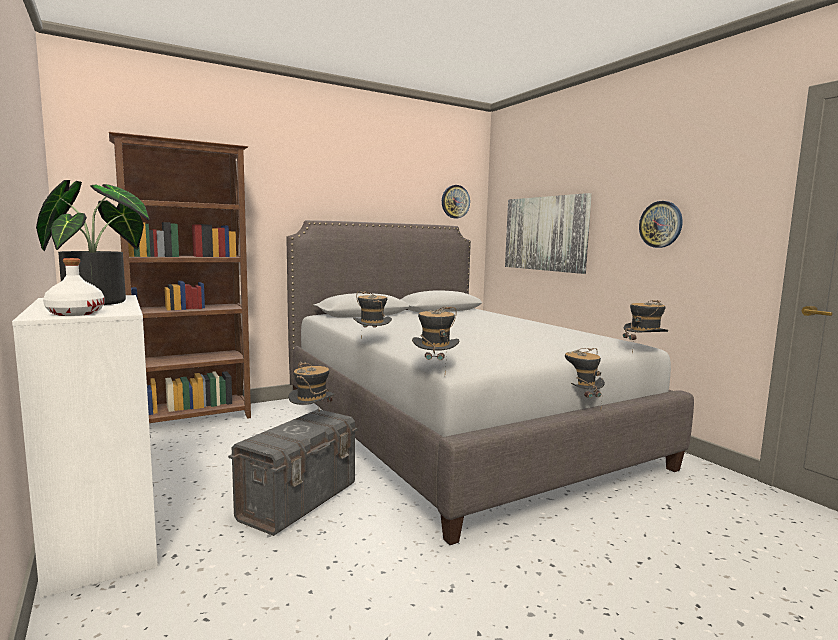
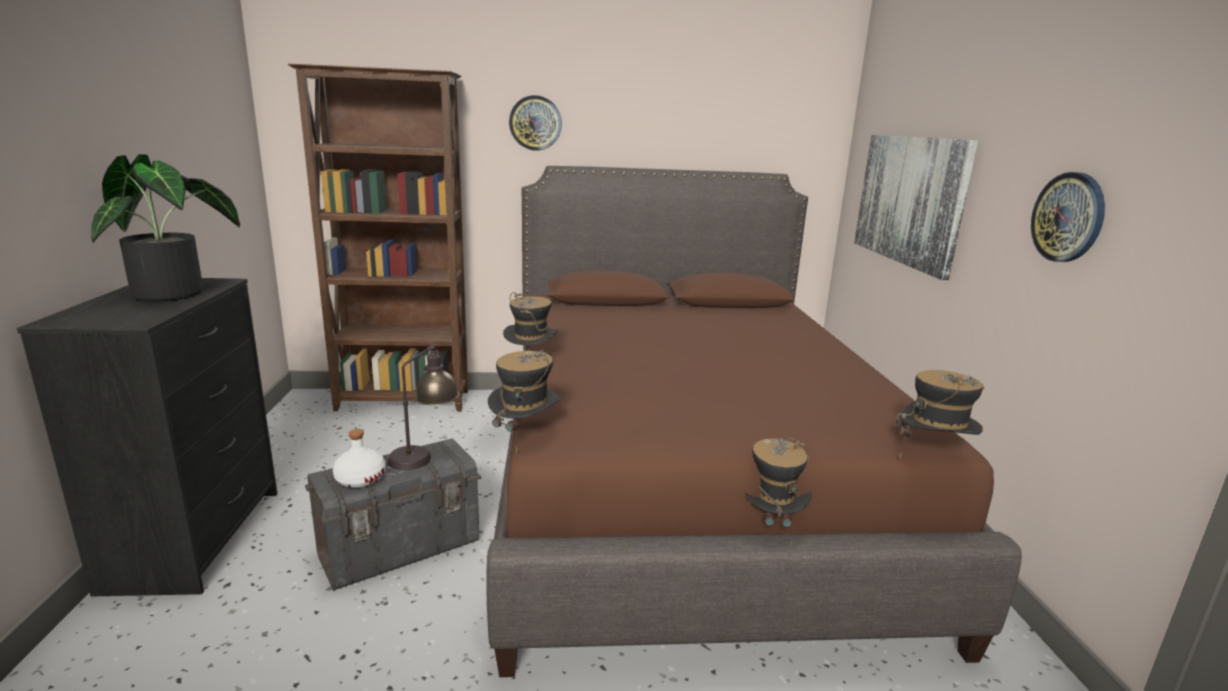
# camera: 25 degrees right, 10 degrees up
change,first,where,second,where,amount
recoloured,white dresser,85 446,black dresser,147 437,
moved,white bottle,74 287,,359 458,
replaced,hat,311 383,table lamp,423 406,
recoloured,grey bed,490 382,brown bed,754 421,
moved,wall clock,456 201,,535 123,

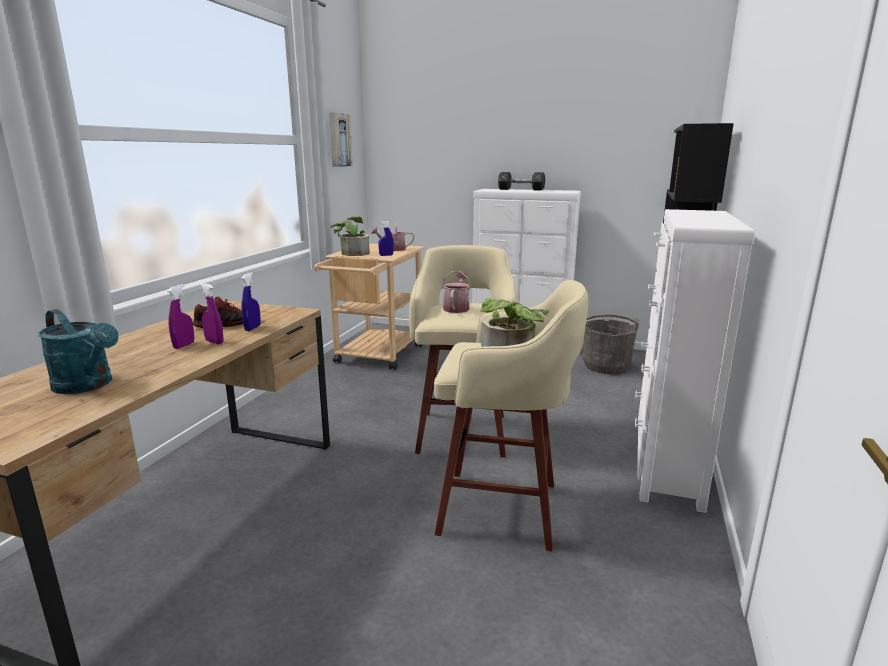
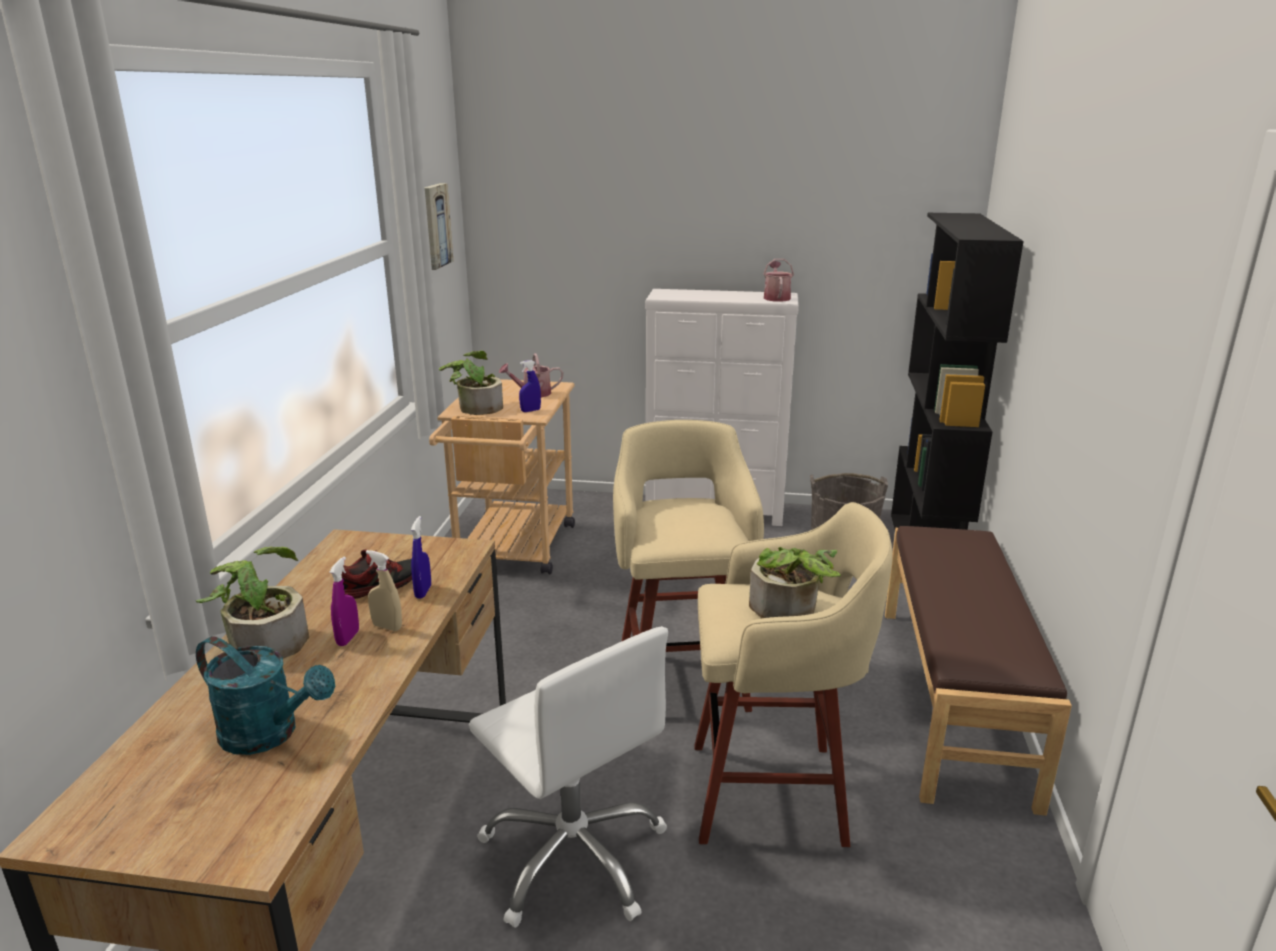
# camera: 10 degrees left, 5 degrees up
change,first,where,second,where,amount
added,,,potted plant,252 602,
recoloured,purple spray bottle,212 313,beige spray bottle,384 590,
added,,,white office chair,568 777,
moved,watering can,456 292,,779 280,
replaced,white dresser,695 361,brown bench,978 671,
removed,black dumbbell,521 181,,,

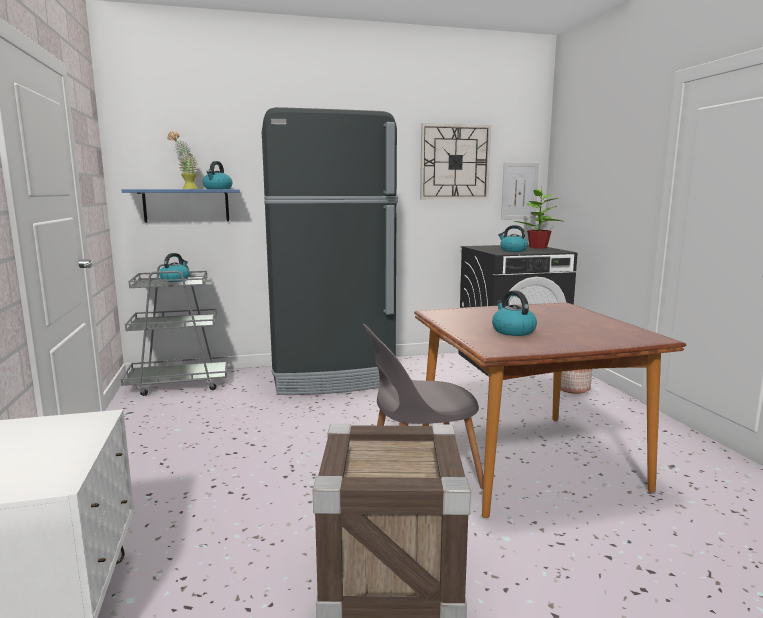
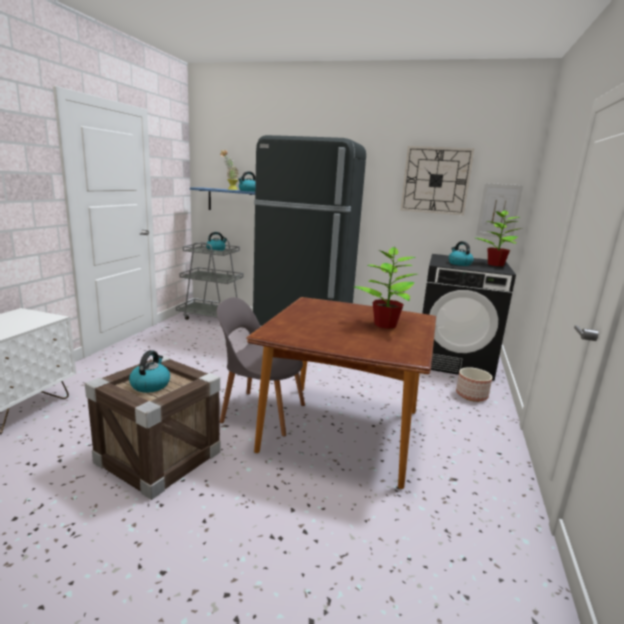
# camera: 30 degrees right, 5 degrees up
change,first,where,second,where,amount
moved,kettle,514 313,,149 371,
added,,,potted plant,385 288,

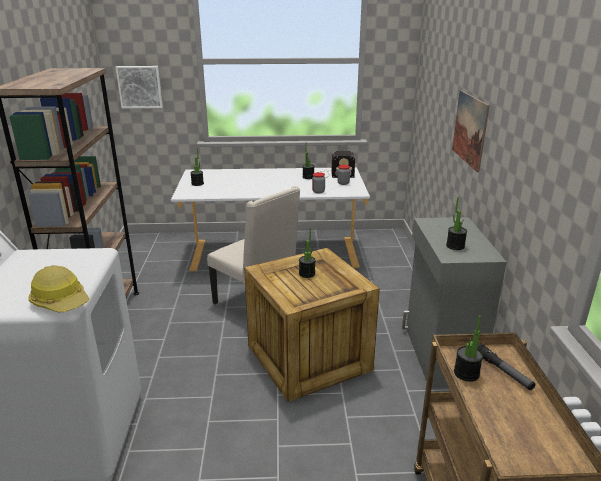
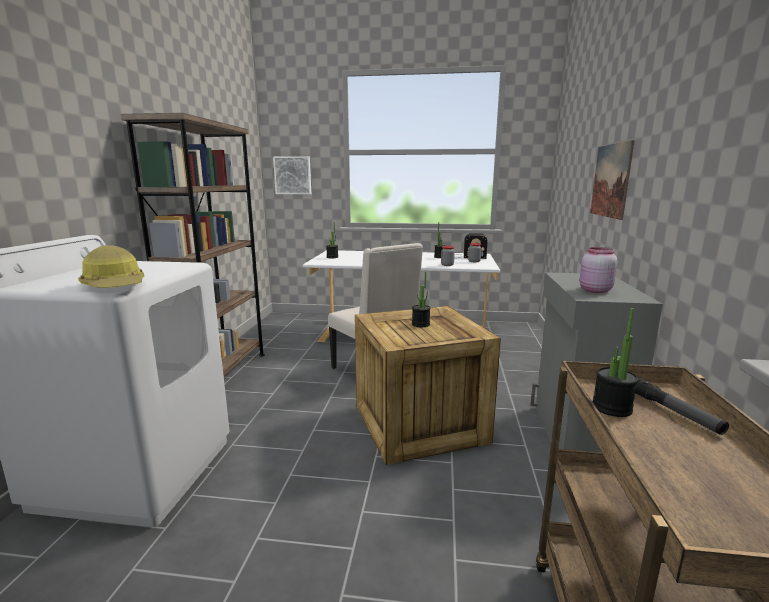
# camera: 10 degrees right, 10 degrees down
change,first,where,second,where,amount
replaced,potted plant,456 223,pink jar,598 270,

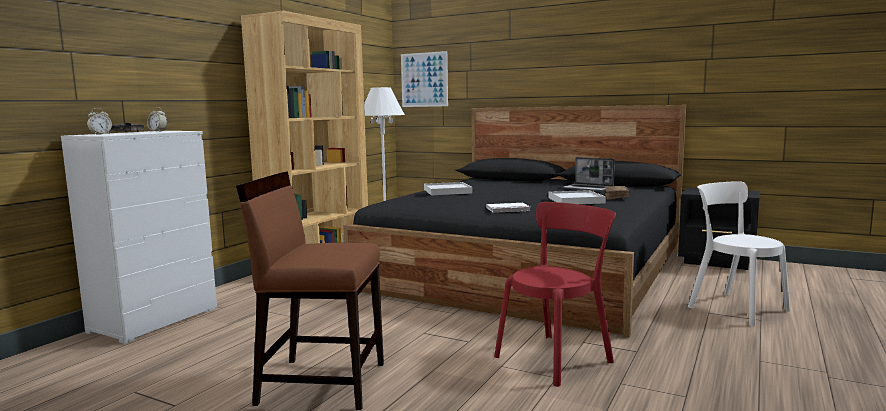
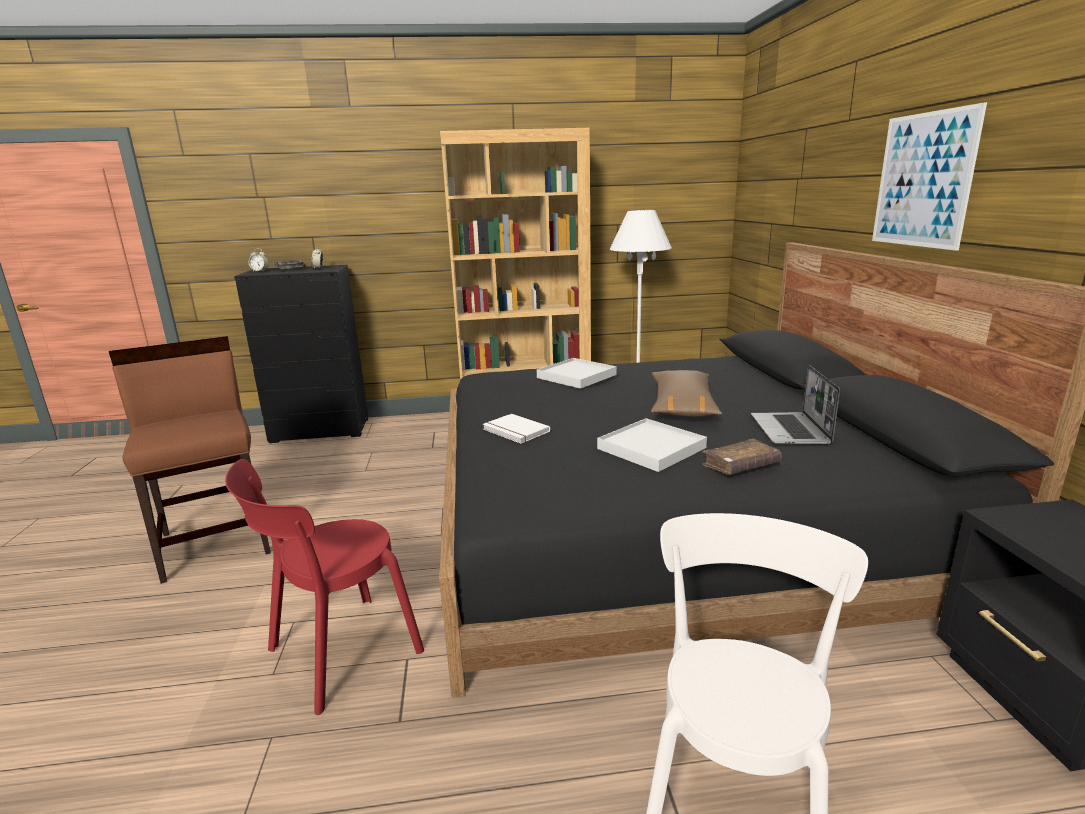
# camera: 55 degrees right, 10 degrees up
change,first,where,second,where,amount
turned,red chair,555 294,,324 587,120 degrees clockwise
recoloured,white dresser,139 237,black dresser,301 354,
added,,,brown pillow,686 393,
moved,picture,424 79,,929 176,

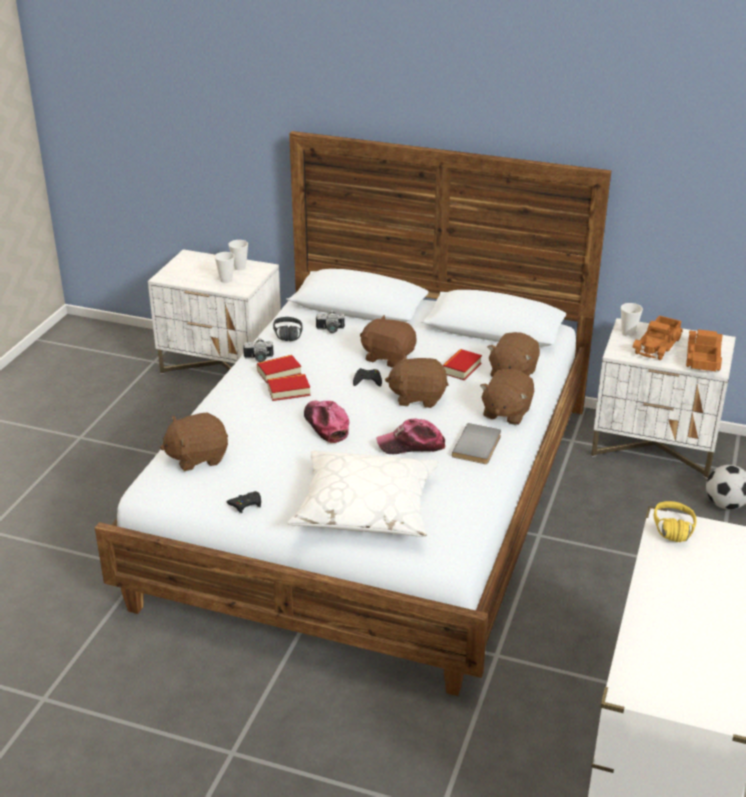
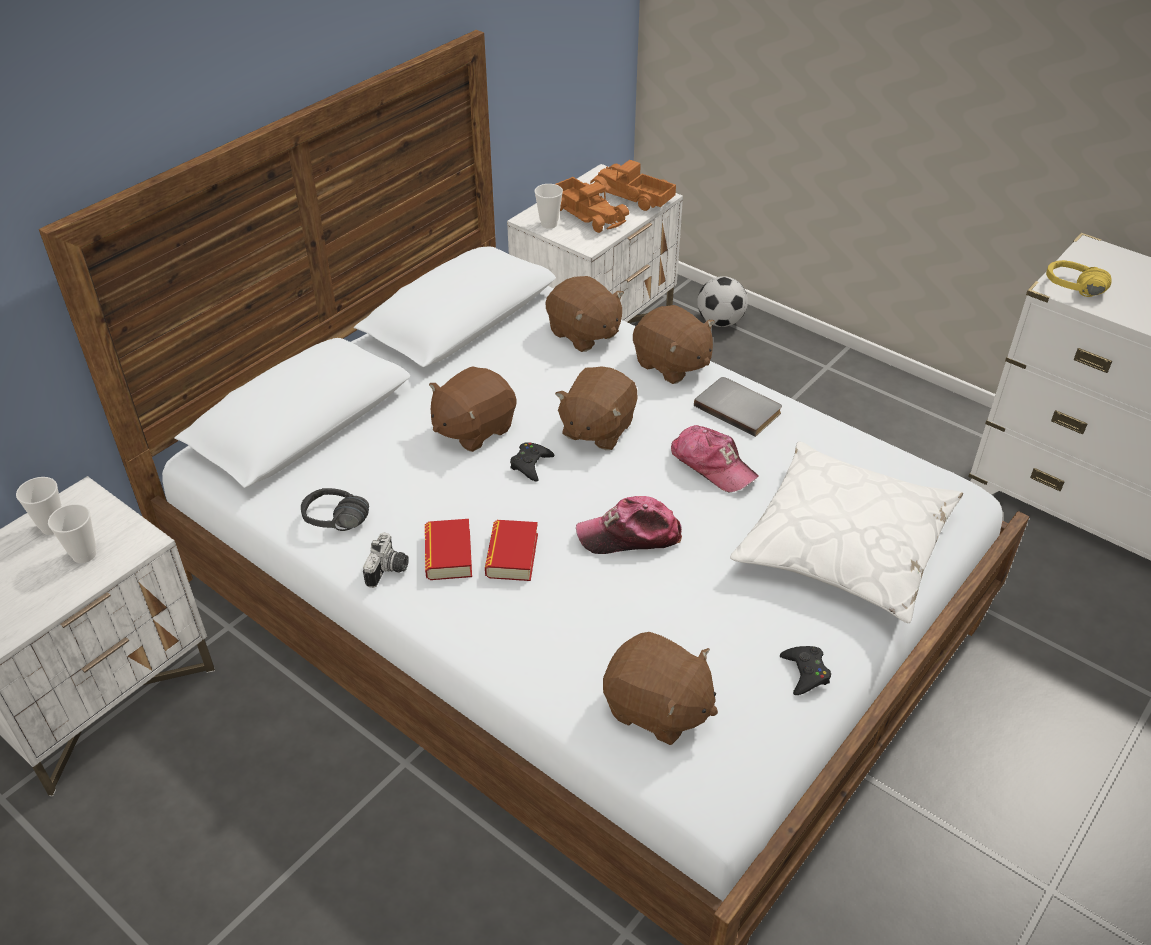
# camera: 70 degrees left, 10 degrees up
change,first,where,second,where,amount
turned,brown plush toy,194 442,,660 688,60 degrees counterclockwise
turned,cap,410 436,,714 458,60 degrees counterclockwise
removed,photo camera,330 321,,,
removed,book,462 365,,,

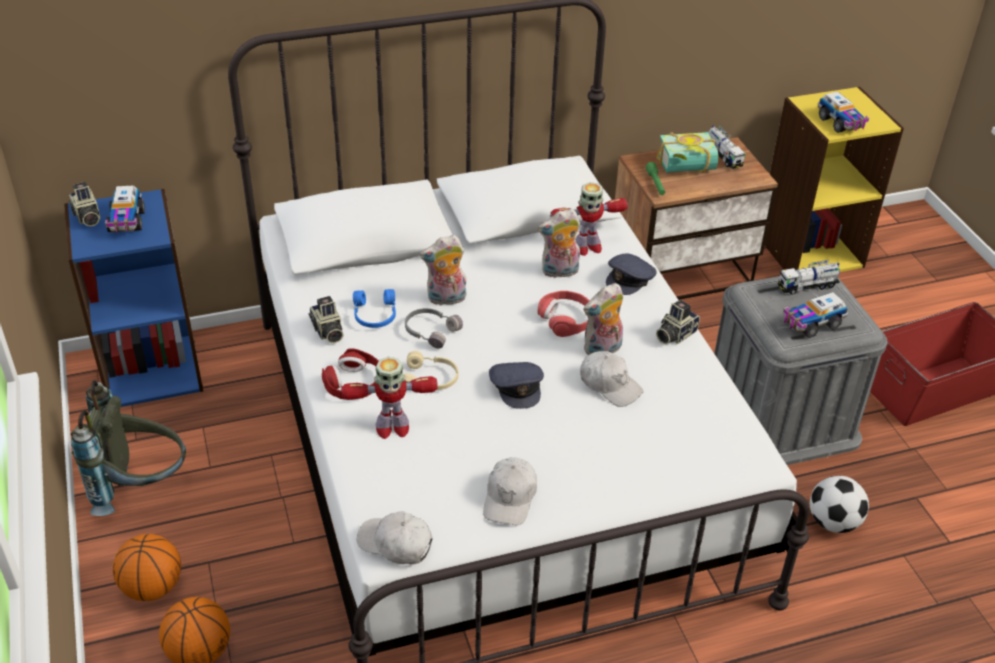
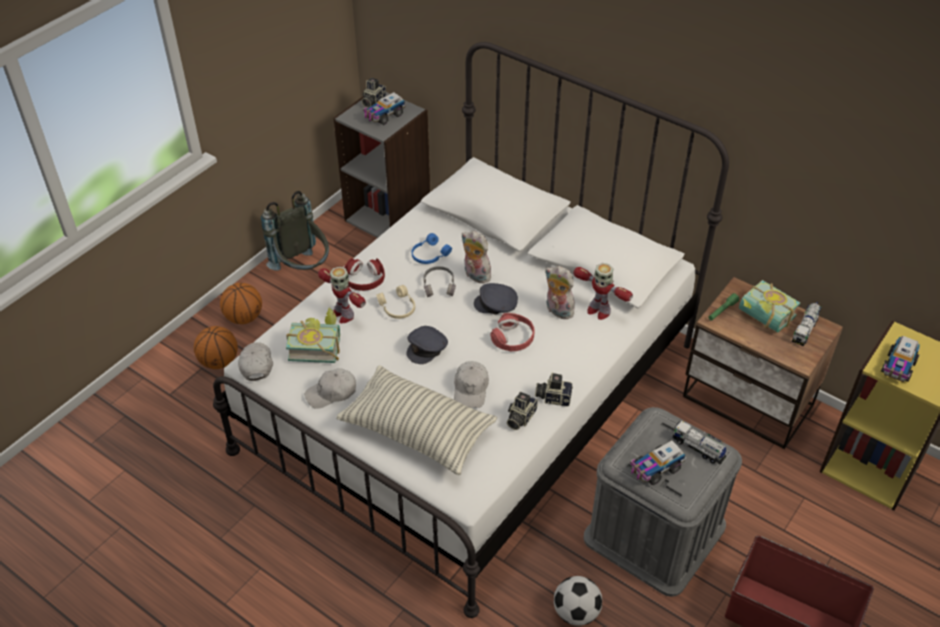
# camera: 55 degrees right, 5 degrees up
change,first,where,second,where,amount
added,,,book,313 335,
recoloured,blue bookcase,133 298,grey bookcase,381 165,
added,,,pillow,416 420,
moved,grey cap,631 274,,496 299,
moved,photo camera,326 319,,522 411,
turned,toy truck,815 315,,658 462,60 degrees counterclockwise
removed,plush toy,603 319,,,

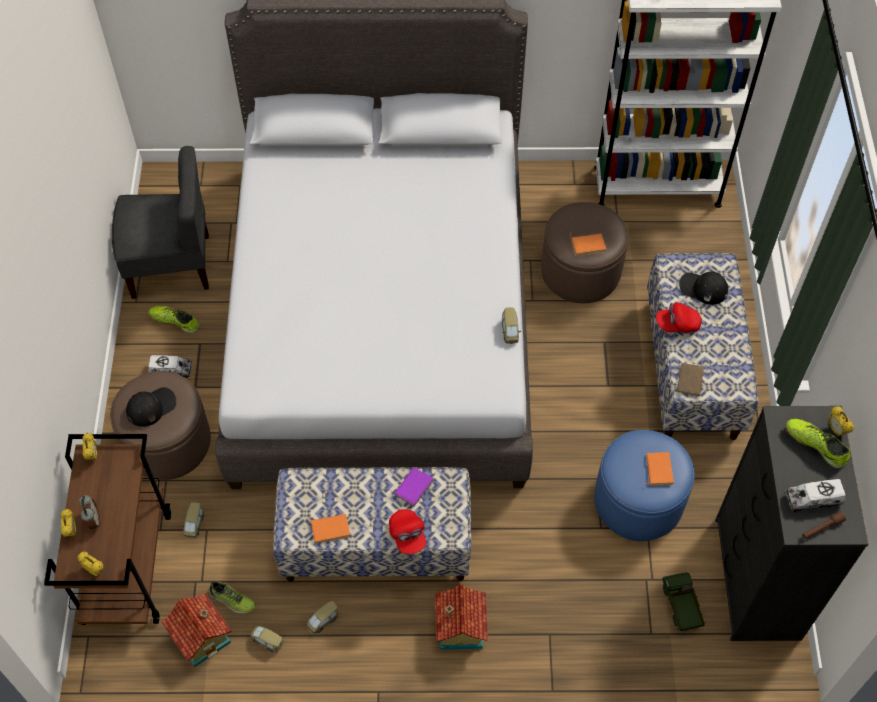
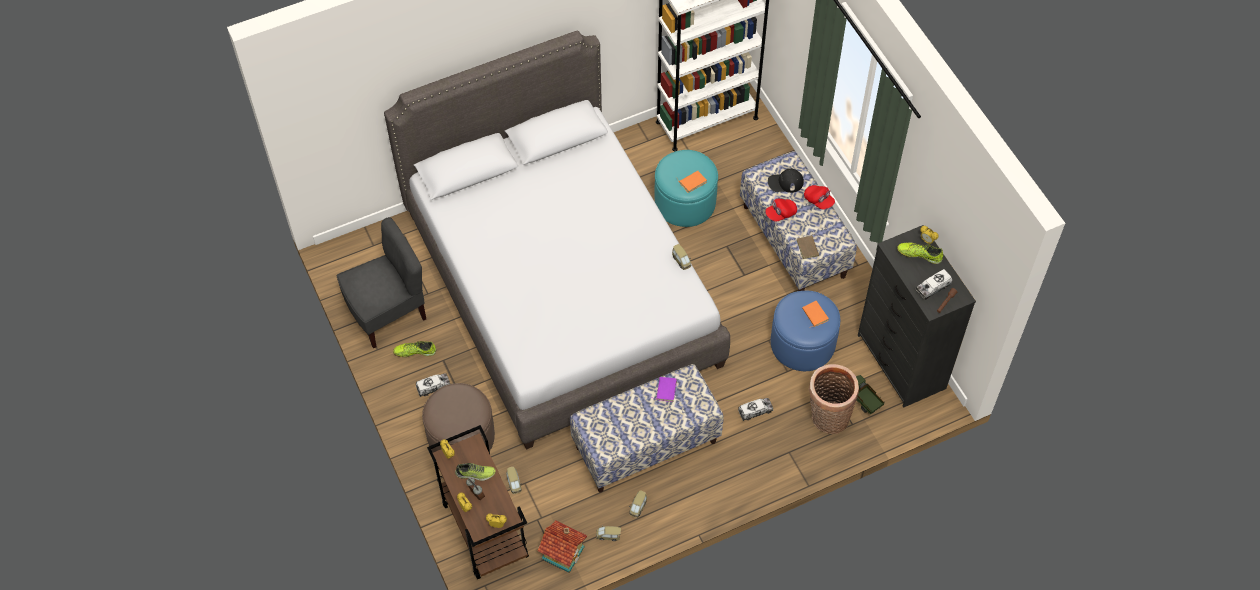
# camera: 25 degrees left, 0 degrees up
change,first,where,second,where,amount
moved,shoe,232 597,,475 472,
recoloured,brown ottoman,584 252,turquoise ottoman,686 188,
added,,,toy truck,755 409,
moved,red cap,407 531,,819 197,
added,,,basket,833 399,
removed,black cap,151 407,,,
removed,orange book,329 528,,,
removed,toy house,461 617,,,

